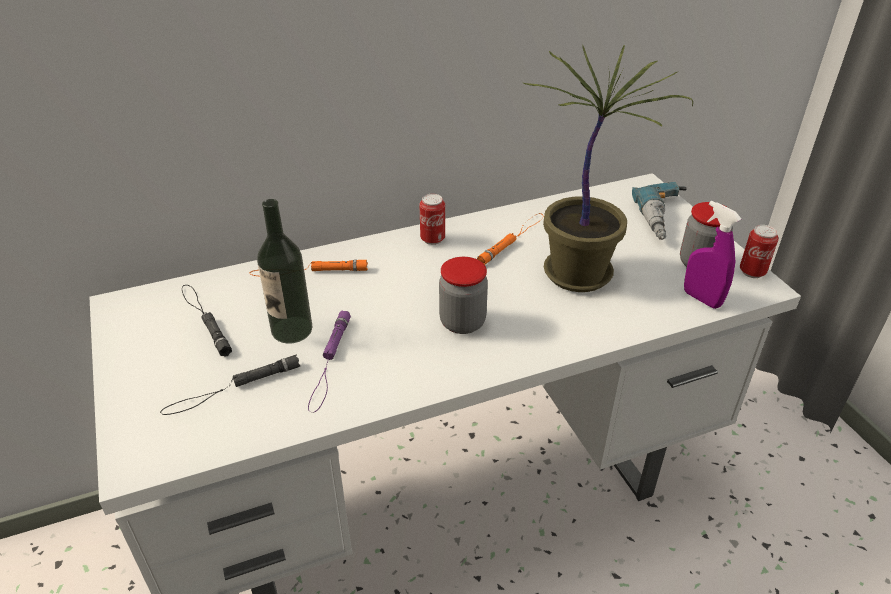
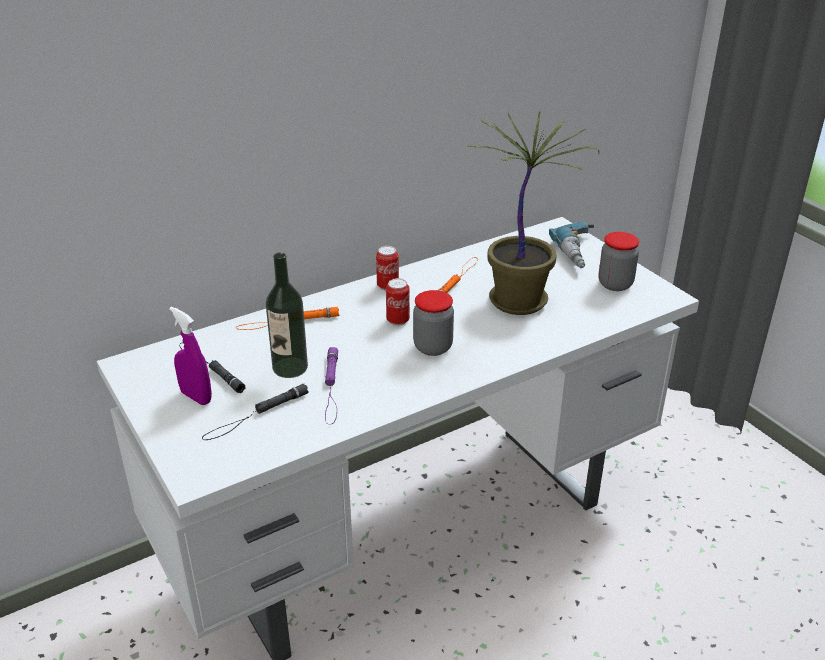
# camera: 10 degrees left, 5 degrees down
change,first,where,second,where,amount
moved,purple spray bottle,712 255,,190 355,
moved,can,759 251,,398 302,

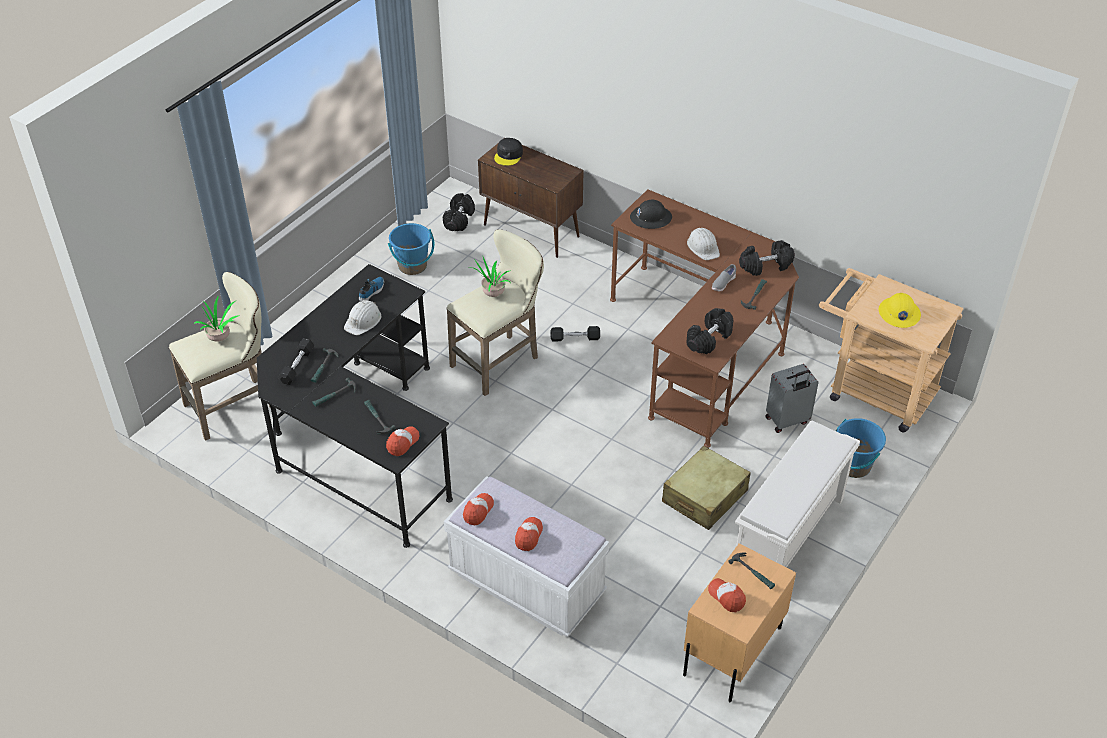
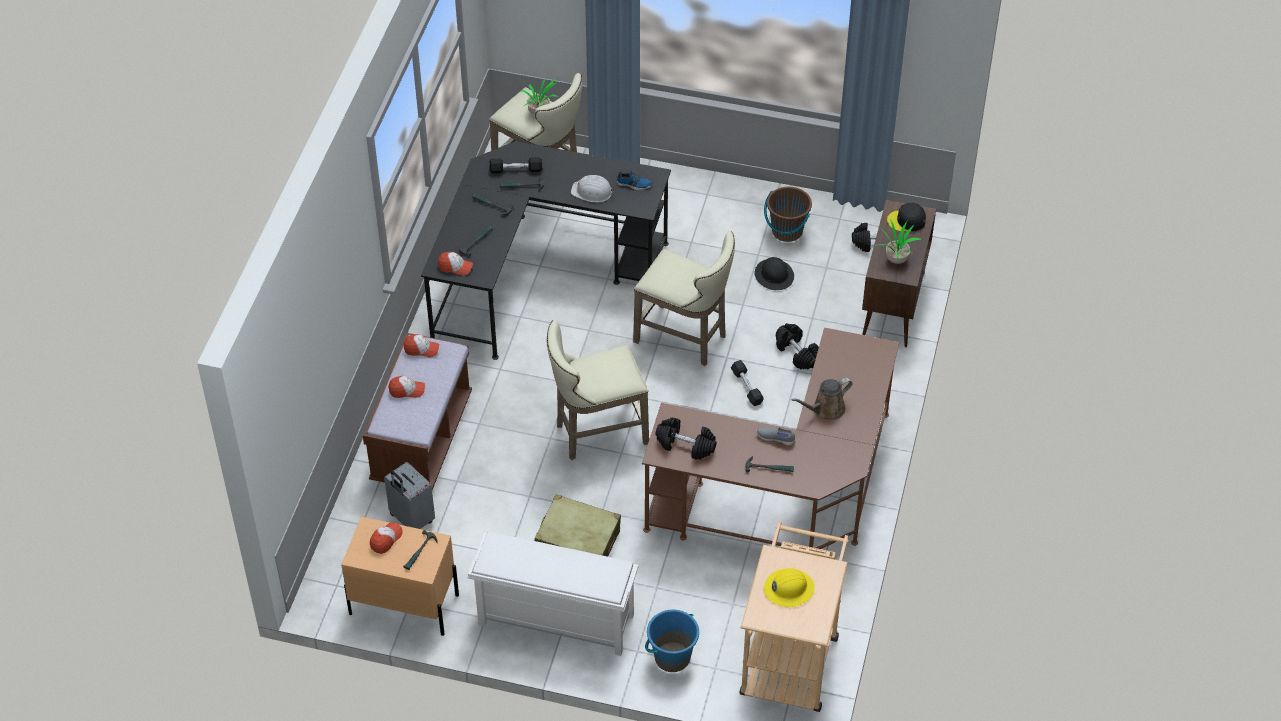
# camera: 70 degrees right, 5 degrees up
change,first,where,second,where,amount
recoloured,white bench,526 556,brown bench,417 411,
moved,grey suitcase,791 398,,409 495,
added,,,beige stool,598 390,
moved,black hard hat,651 214,,774 273,
recoloured,blue bucket,411 249,brown bucket,788 214,
moved,black dumbbell,767 258,,797 346,
replaced,white hard hat,703 244,brown watering can,822 398,
moved,potted plant,489 277,,897 241,

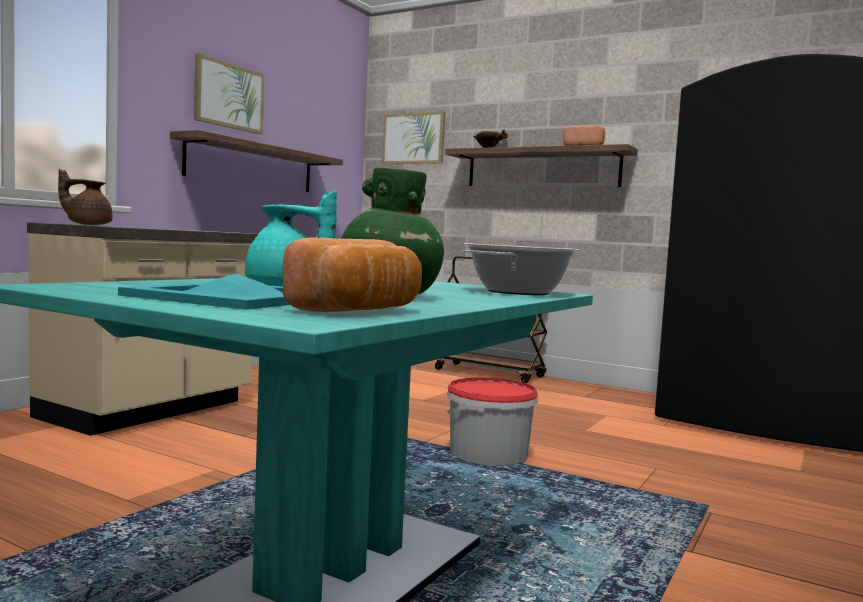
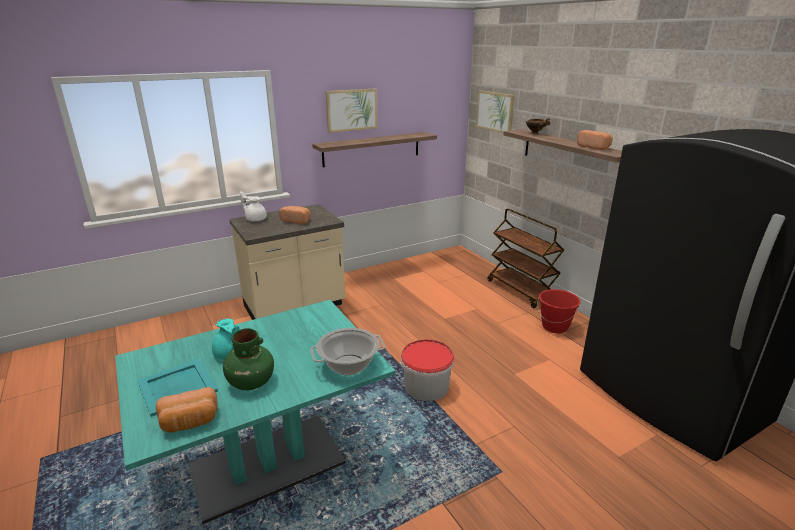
# camera: 30 degrees right, 20 degrees up
change,first,where,second,where,amount
recoloured,brown teapot,85 197,white teapot,253 206,
added,,,bread,294 215,
added,,,red bucket,559 311,

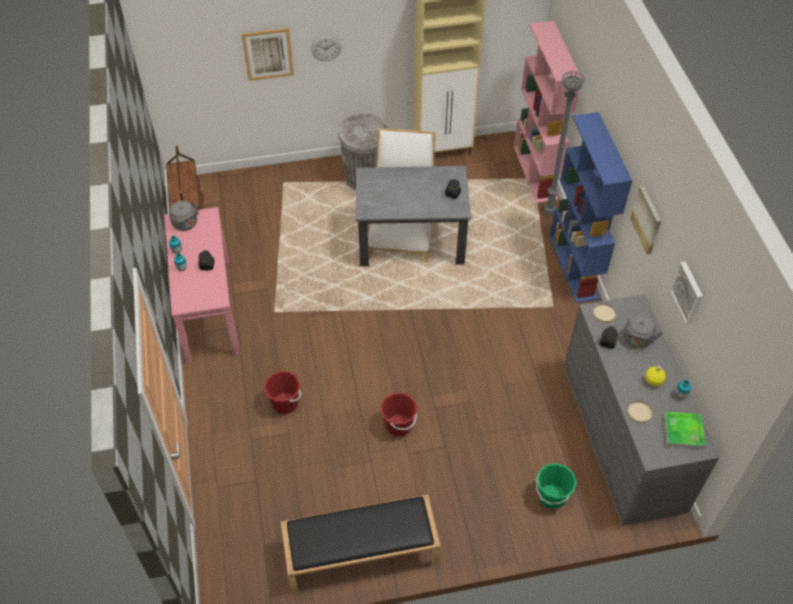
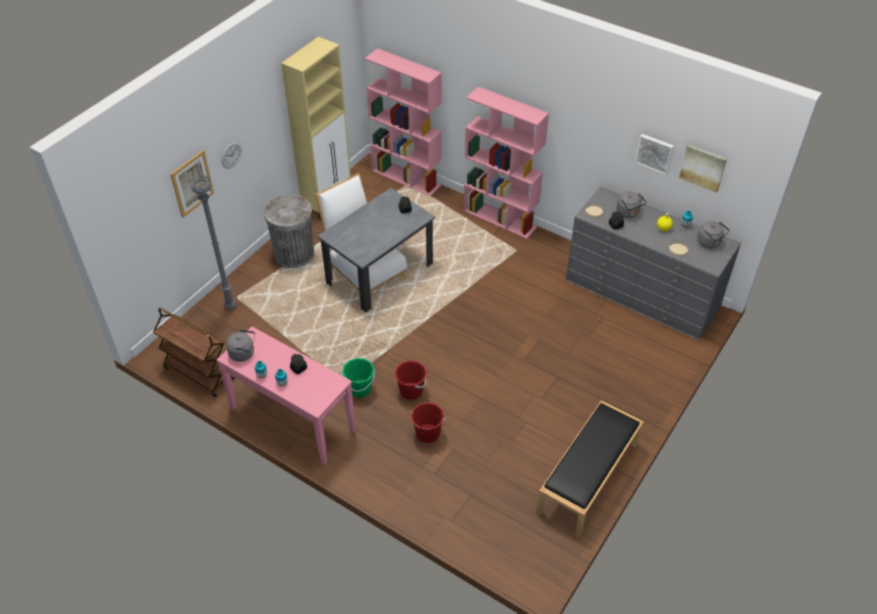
# camera: 45 degrees left, 5 degrees down
change,first,where,second,where,amount
moved,grey floor lamp,564 143,,212 242,
moved,green bucket,556 486,,358 377,
moved,red bucket,399 414,,410 380,
recoloured,blue bookcase,590 207,pink bookcase,506 162,
moved,picture,645 220,,703 168,
replaced,tray,685 430,grey kettle,713 235,

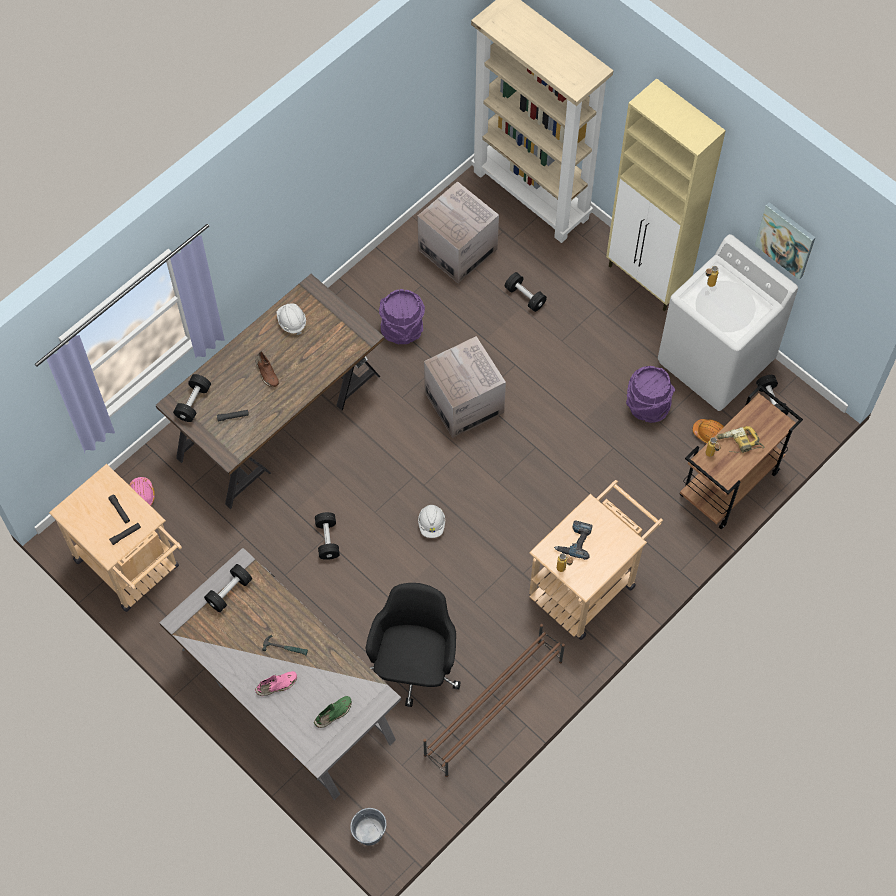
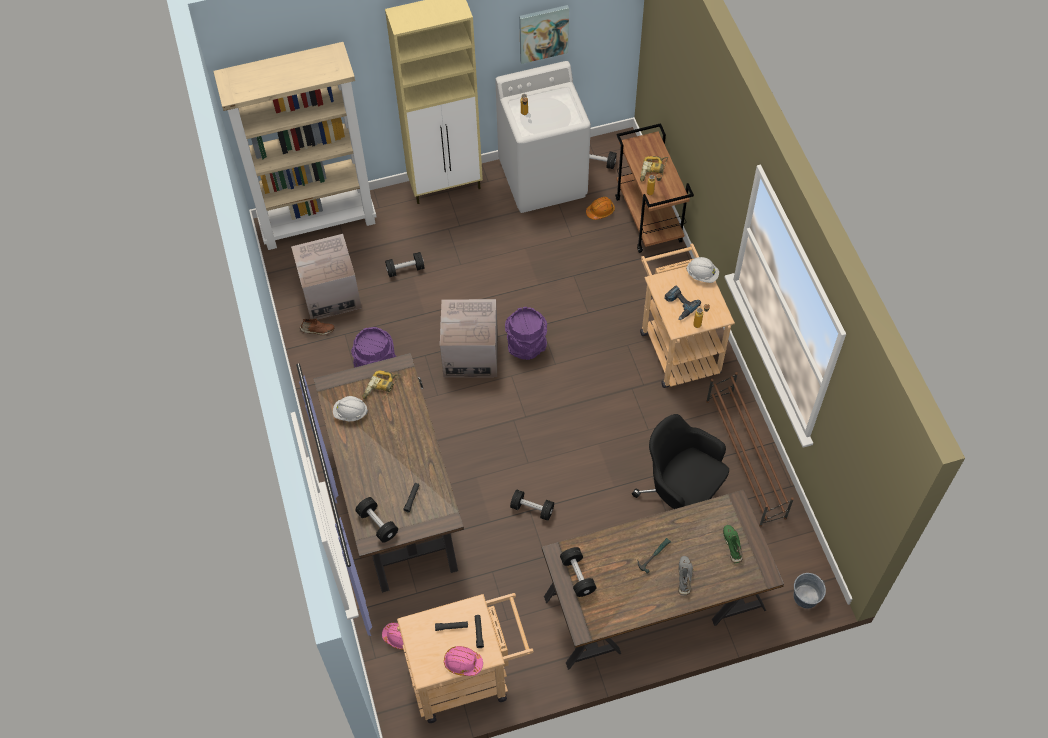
# camera: 60 degrees left, 5 degrees down
change,first,where,second,where,amount
moved,brown shoe,267 369,,317 327,
added,,,power drill,381 385,
added,,,pink hard hat,463 661,
moved,purple bucket,650 394,,526 333,
recoloured,grey desk,280 674,brown desk,663 580,
recoloured,pink shoe,276 683,grey shoe,685 575,
moved,white hard hat,431 521,,702 270,

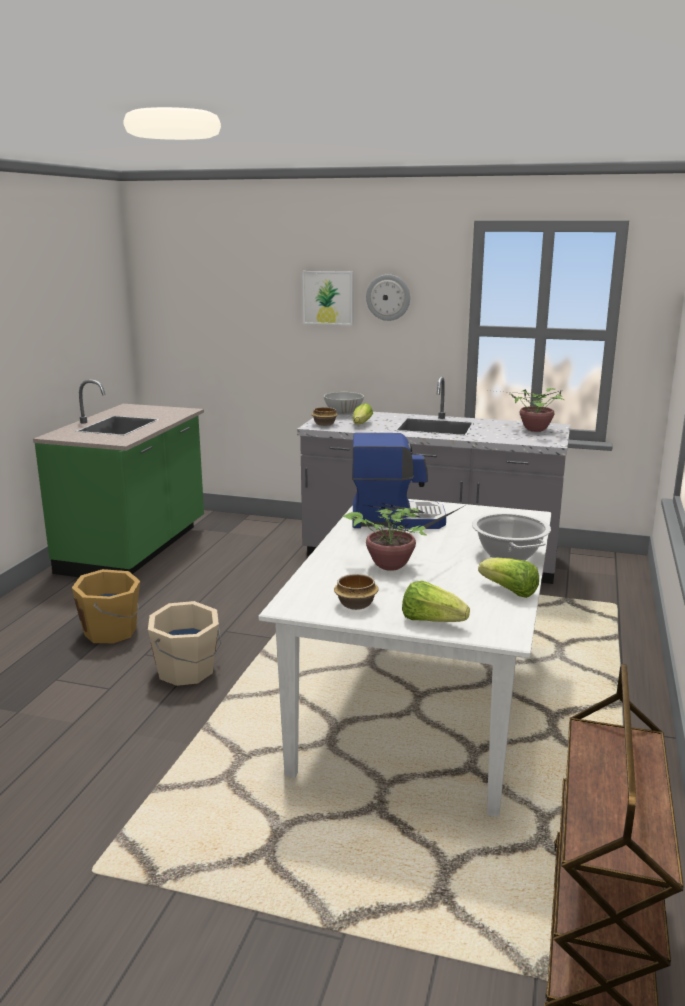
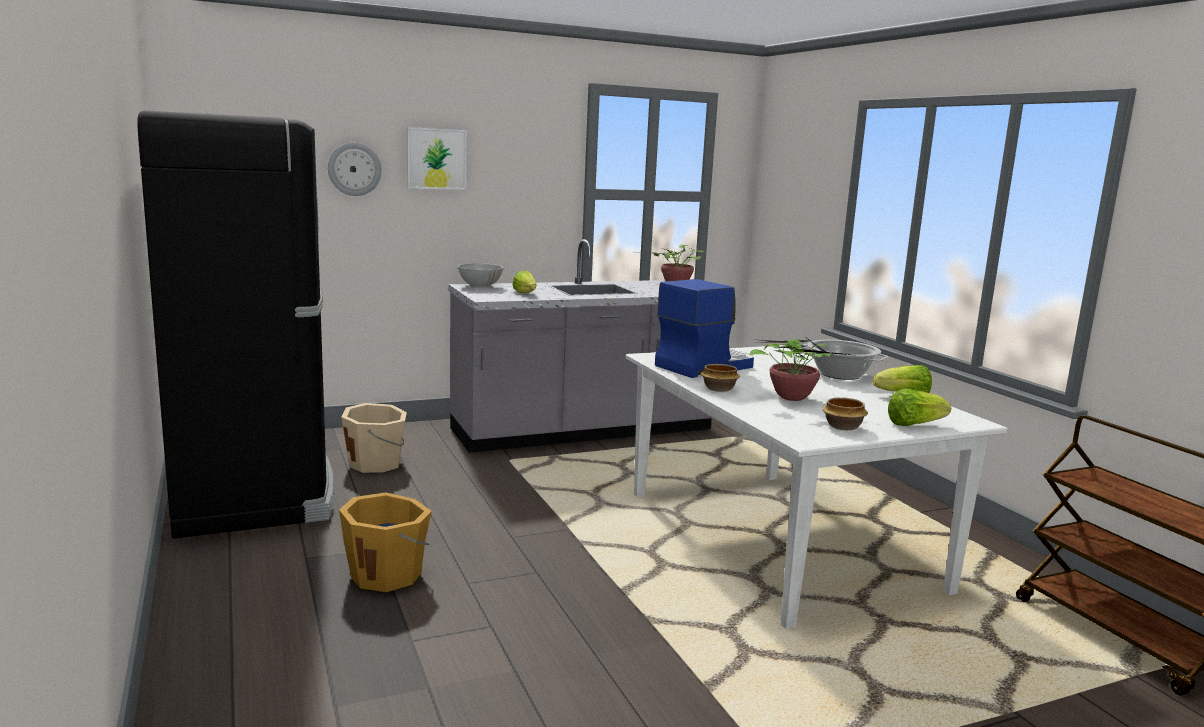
# camera: 40 degrees left, 5 degrees down
change,first,where,second,where,amount
replaced,green counter,118 478,black fridge,235 325,
moved,wall clock,388 297,,355 169,
moved,beige bucket,184 643,,374 438,
moved,bowl,324 416,,720 378,

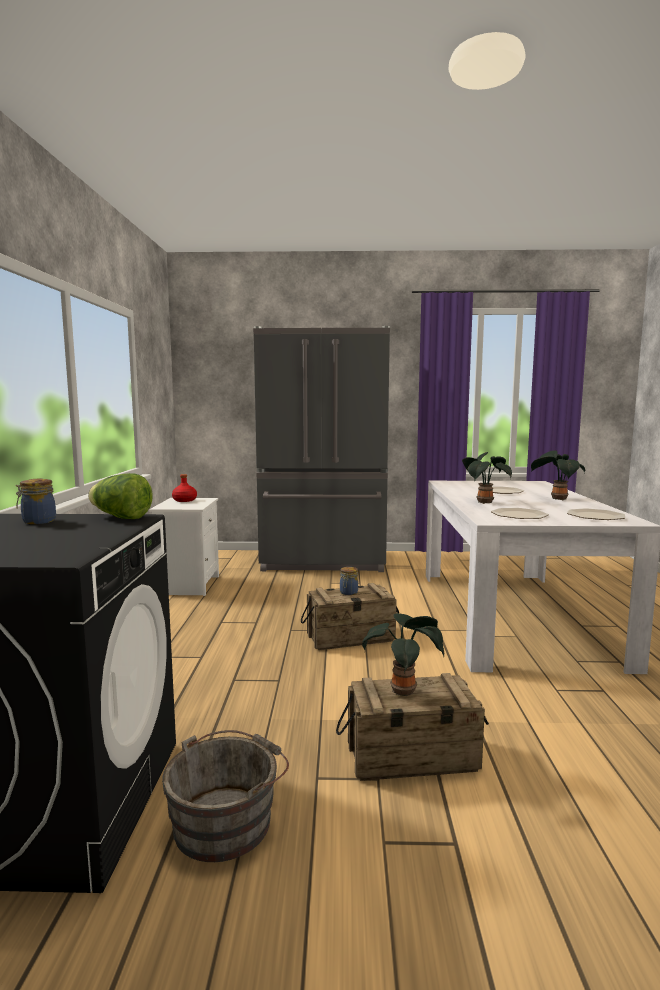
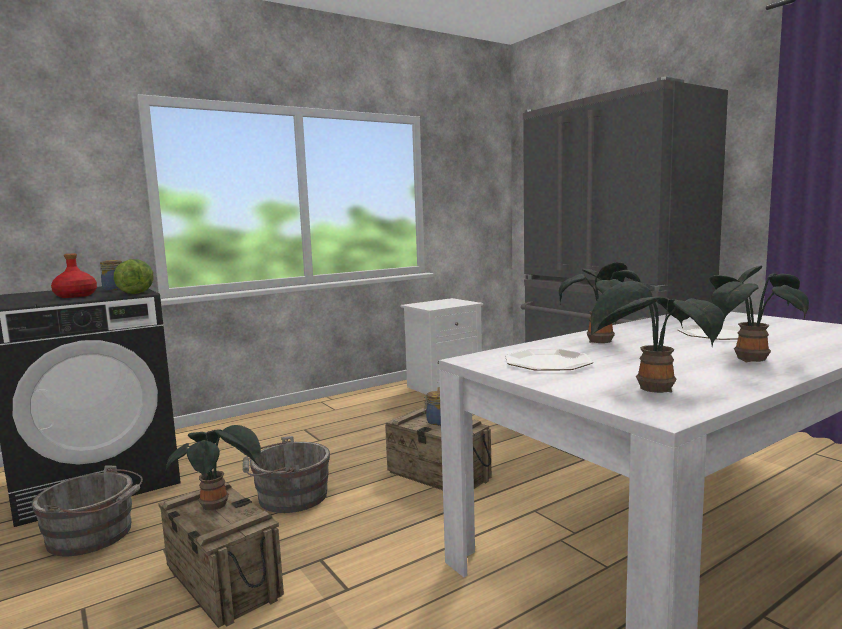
# camera: 55 degrees right, 0 degrees up
change,first,where,second,where,amount
moved,red bottle,184 488,,74 275,
added,,,grey bucket,286 474,
replaced,plate,596 514,potted plant,657 337,

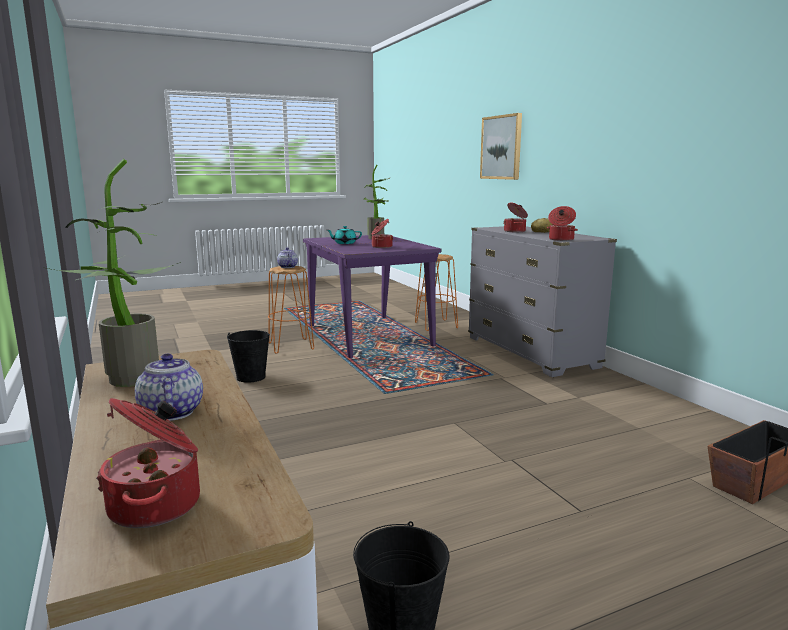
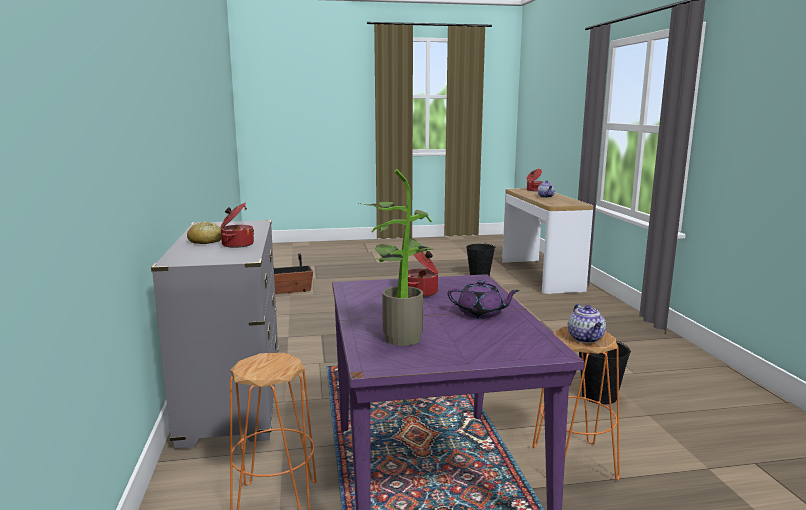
# camera: 165 degrees left, 0 degrees up
change,first,where,second,where,amount
recoloured,turquoise teapot,344 235,purple teapot,484 299,
removed,potted plant,114 273,,,
removed,picture,501 146,,,
removed,cooking pot,562 223,,,

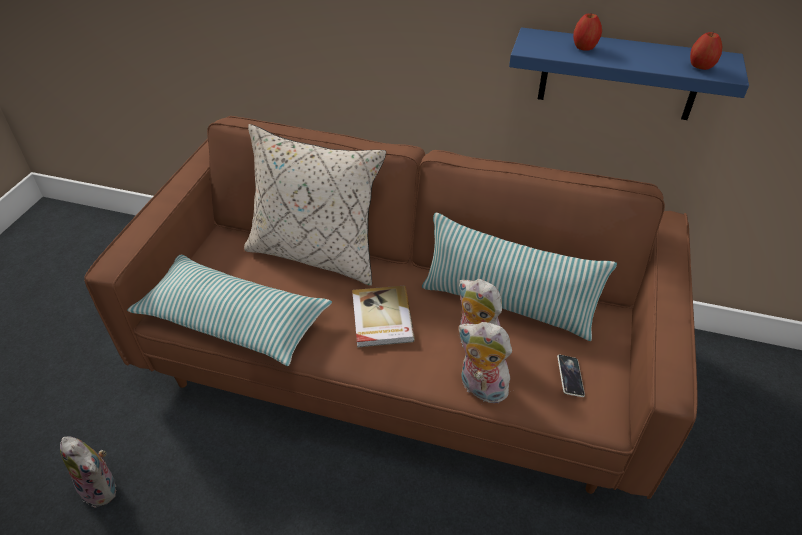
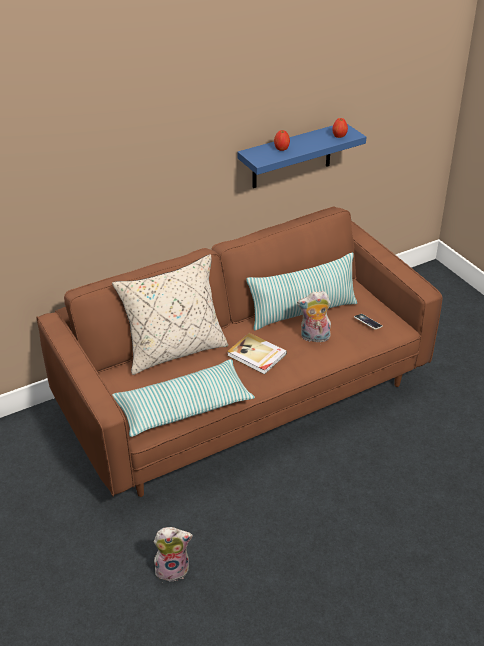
# camera: 45 degrees left, 5 degrees down
change,first,where,second,where,amount
removed,plush toy,485 362,,,

